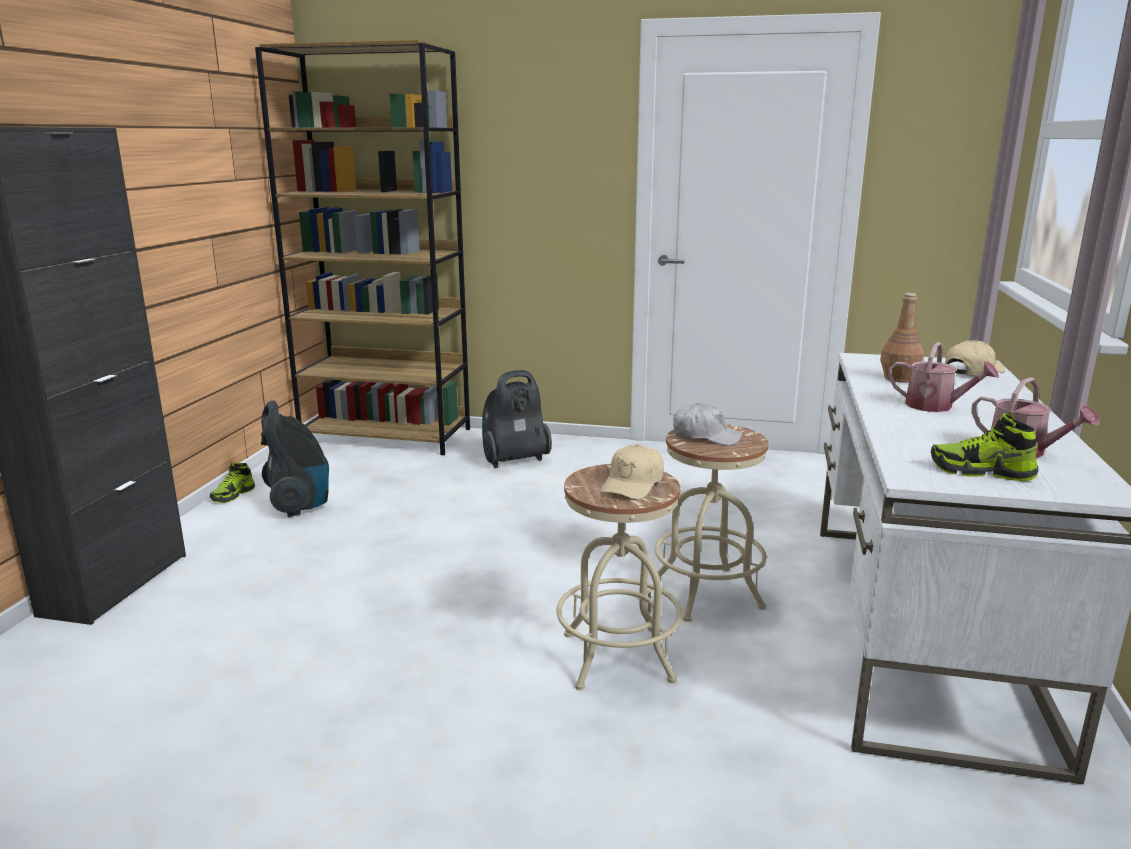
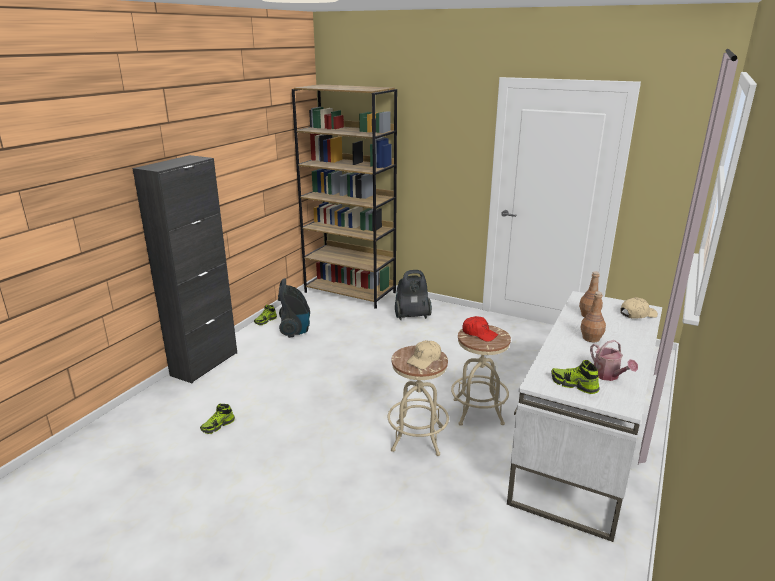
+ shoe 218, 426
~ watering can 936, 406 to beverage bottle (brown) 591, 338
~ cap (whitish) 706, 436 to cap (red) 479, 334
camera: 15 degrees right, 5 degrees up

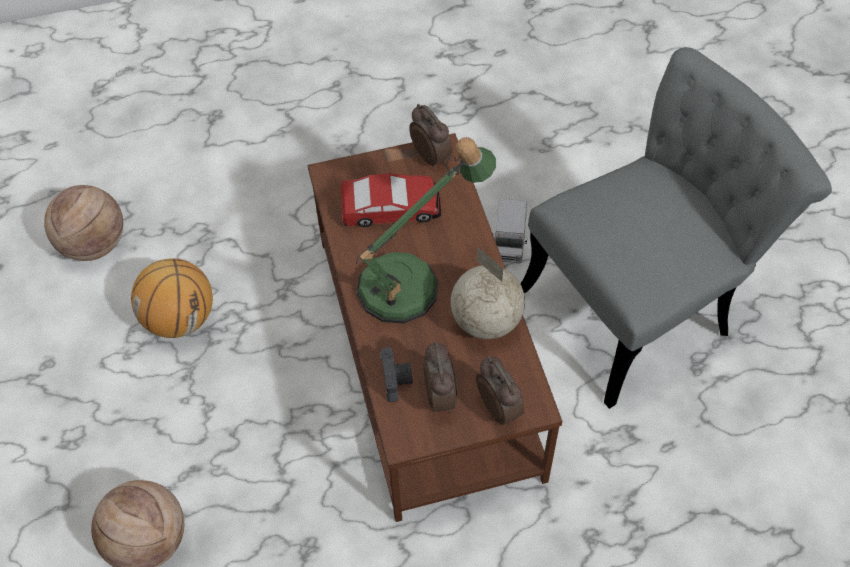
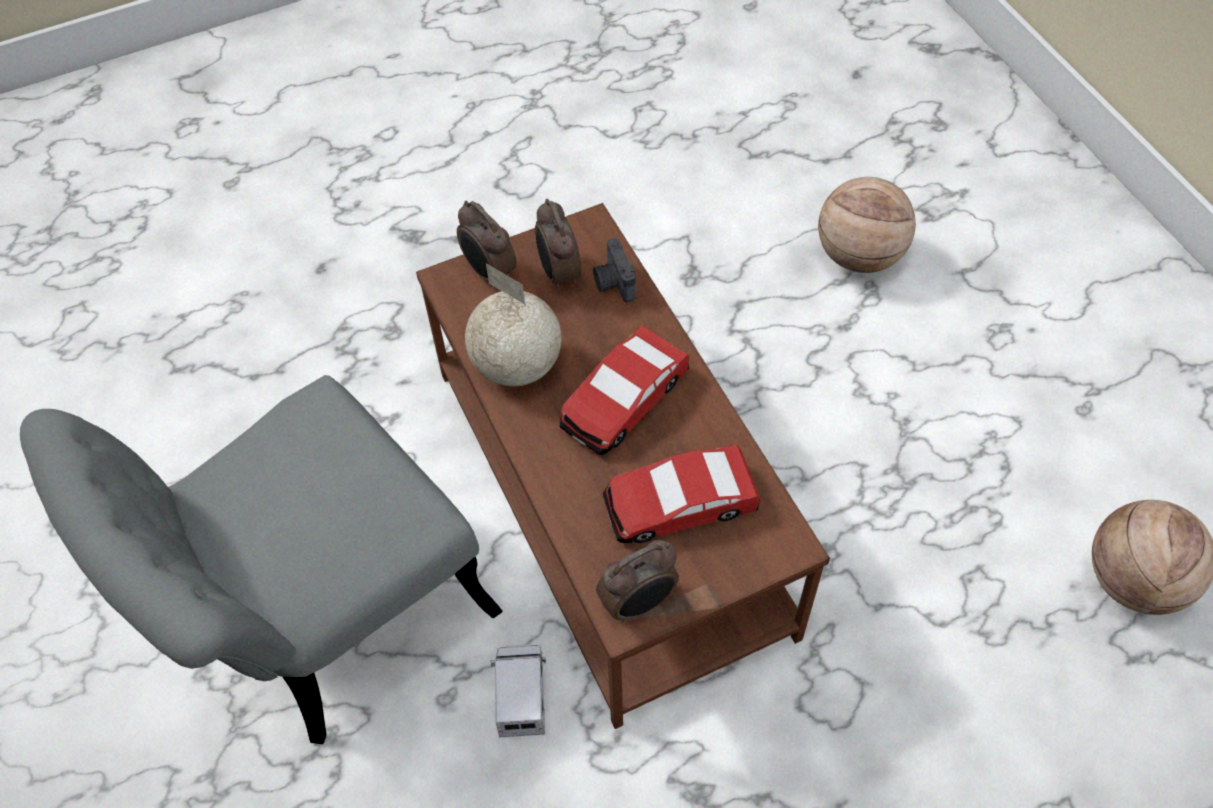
- ball for basketball 180, 318
~ table lamp 411, 282 to model car 624, 399
~ alarm clock 431, 156 = 639, 603 75 degrees counterclockwise
camera: 170 degrees right, 0 degrees up

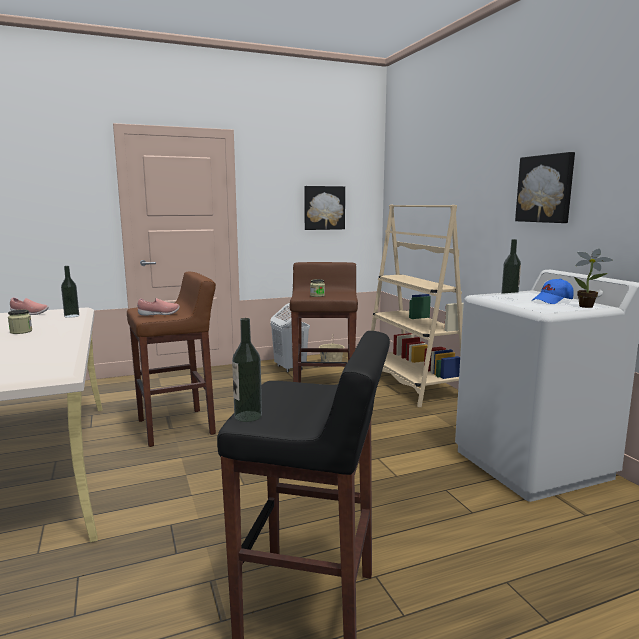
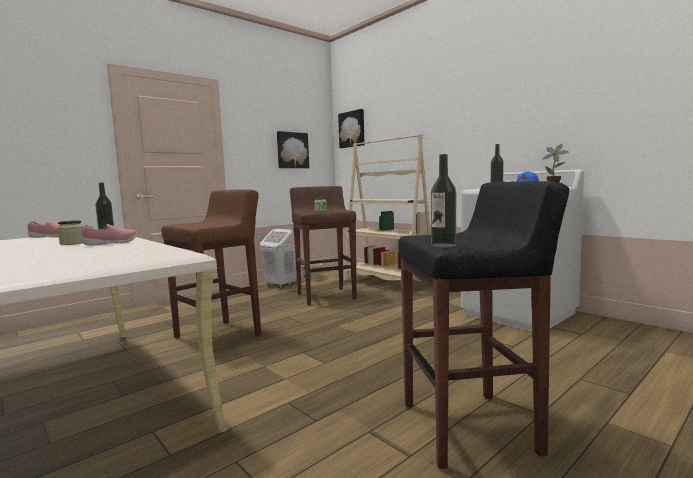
~ shoe (pink-coloured) 159, 314 to 111, 243
~ picture 545, 189 to 352, 129
camera: 20 degrees left, 5 degrees down

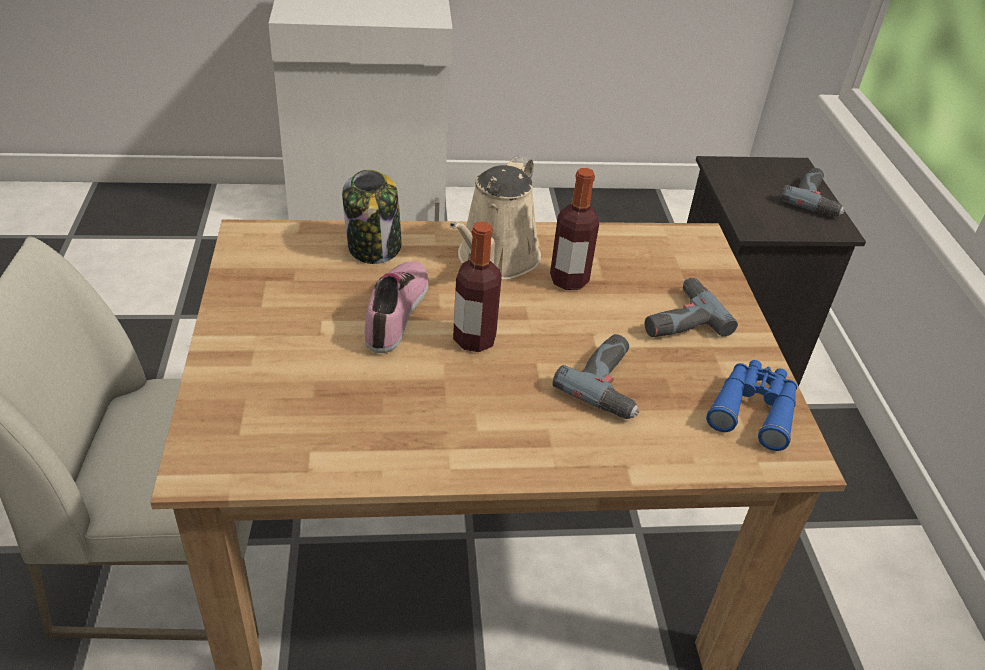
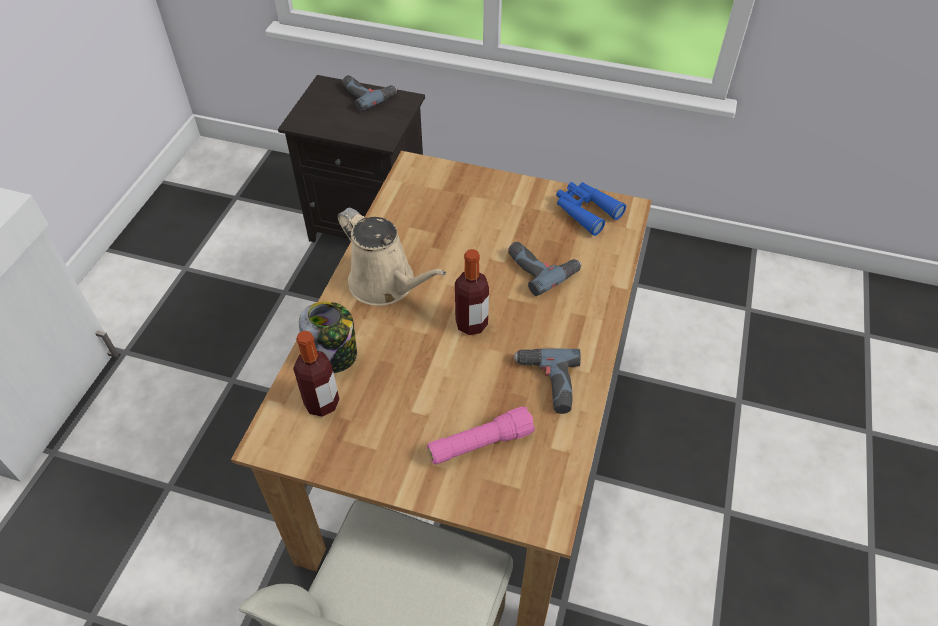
- shoe 397, 311
+ flashlight (pink-coloured) 480, 443
~ beverage bottle 569, 280 to 322, 403
~ electric drill 677, 318 to 546, 383
camera: 65 degrees left, 10 degrees up

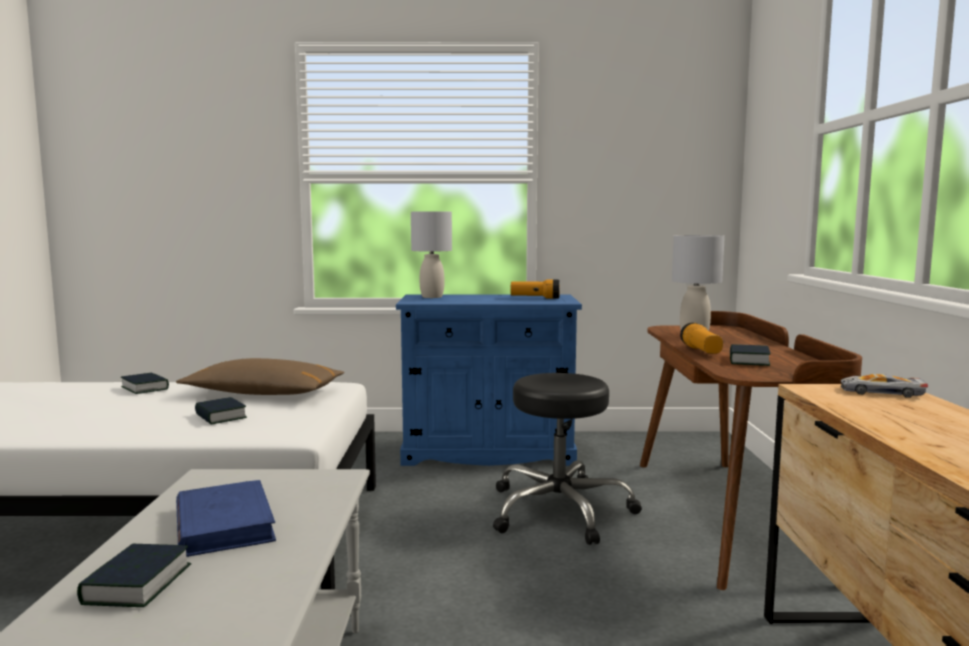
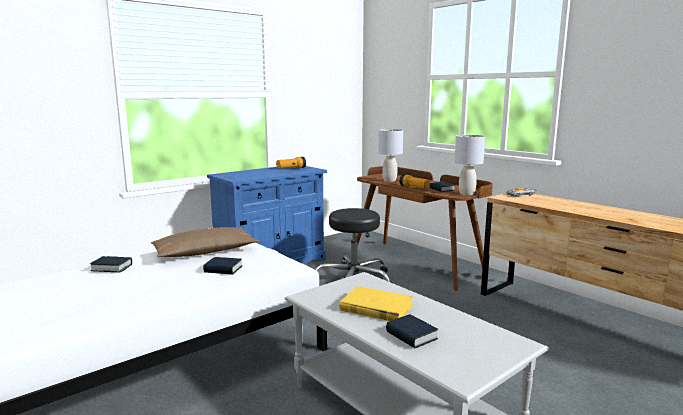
~ table lamp (grey) 431, 297 to 466, 194
~ book (bluish) 224, 524 to book (yellow-coloured) 376, 308
camera: 40 degrees left, 5 degrees up

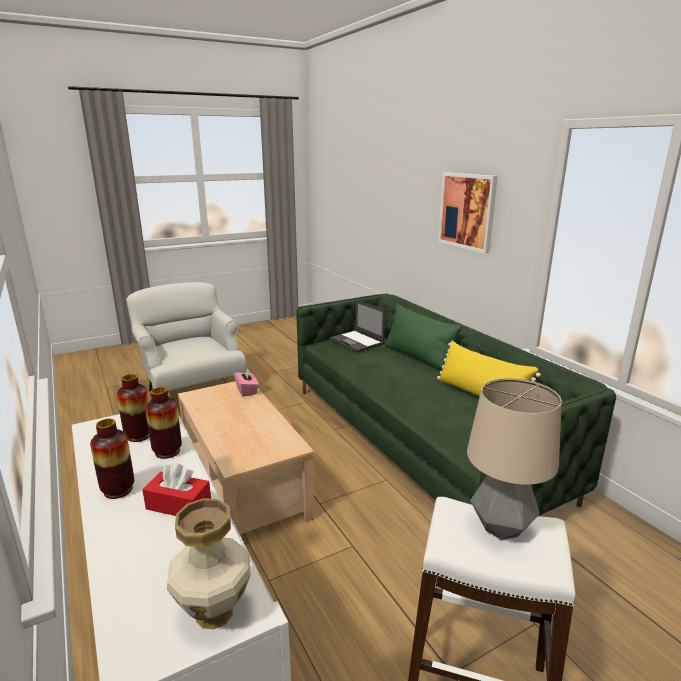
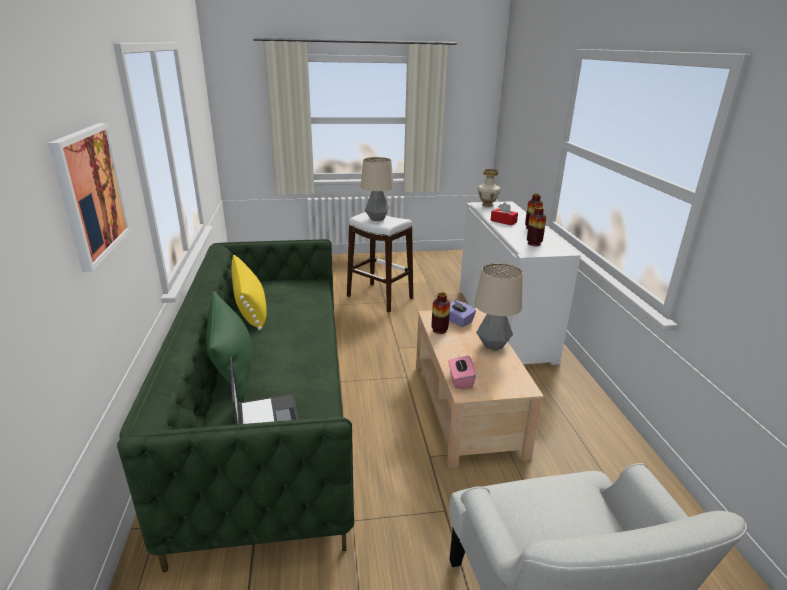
+ box of tissues (purple) 458, 321
+ table lamp 493, 345
~ decorative vase 167, 452 to 439, 330
camera: 160 degrees left, 5 degrees up

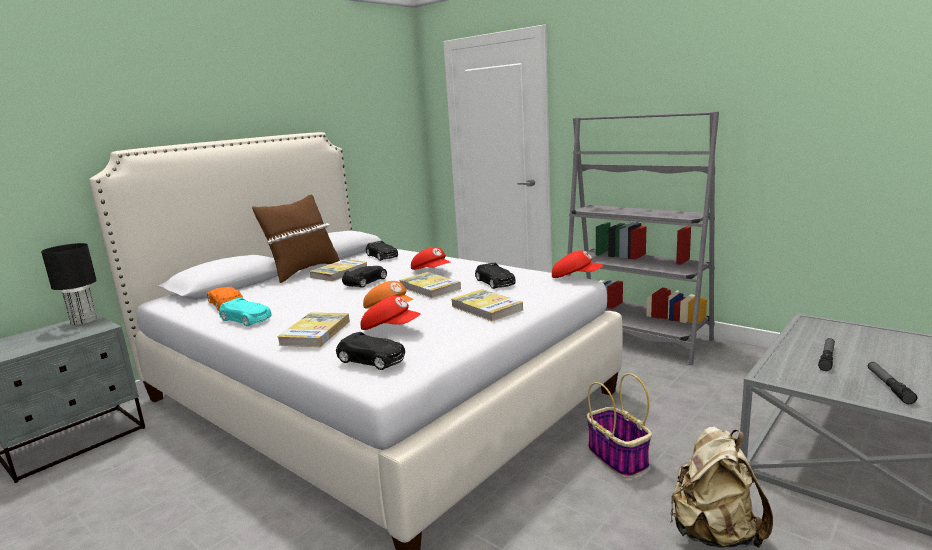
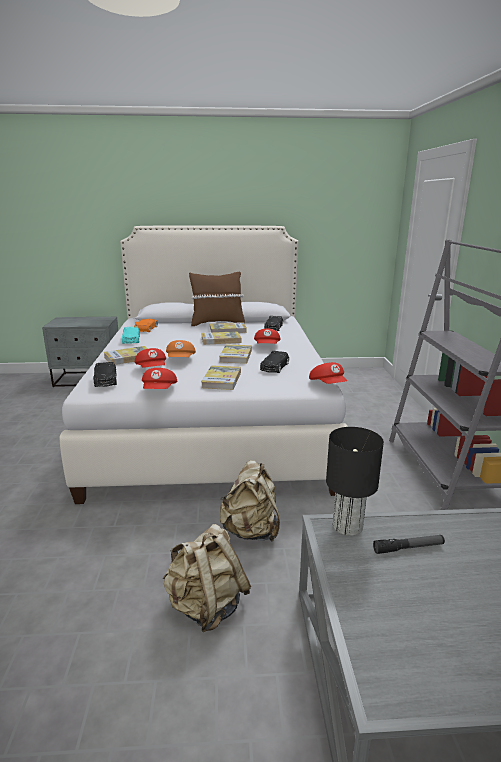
- flashlight 889, 386
+ cap (red) 160, 391
~ table lamp (black) 84, 321 to 347, 526
~ model car (black) 366, 281 to book 221, 340
~ household basket 618, 458 to knapsack (beige) 251, 531
camera: 45 degrees right, 5 degrees up

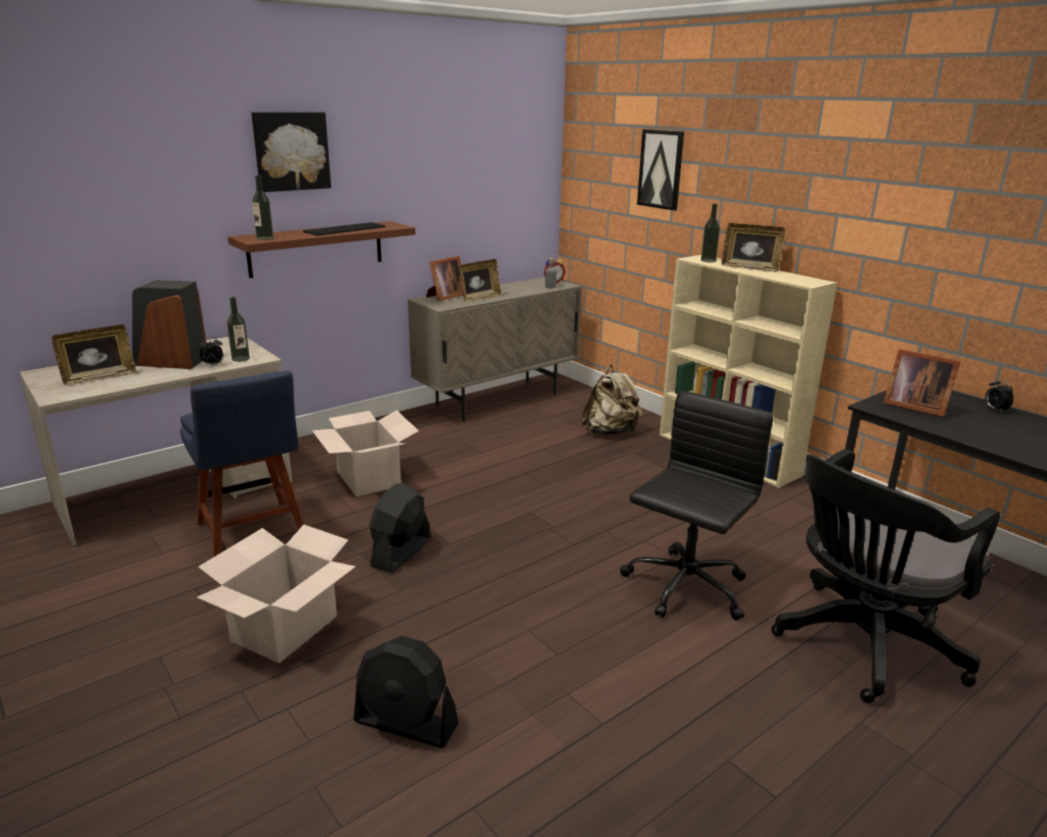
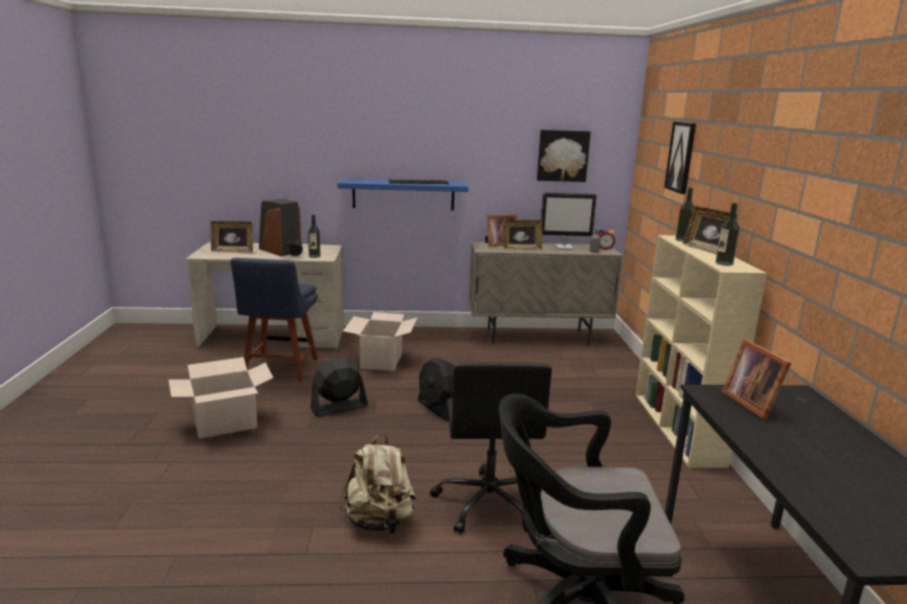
- alarm clock 995, 410
+ computer display 564, 247
~ picture 291, 151 to 562, 155
~ beverage bottle 265, 238 to 724, 263
~ cooling fan (black) 406, 723 to 439, 409
~ knapsack (beige) 610, 432 to 379, 522
~ wall shelf (brown) 316, 248 to wall shelf (bluish) 403, 194
~ computer chair (black) 684, 588 = 488, 502 105 degrees clockwise
camera: 35 degrees right, 5 degrees down

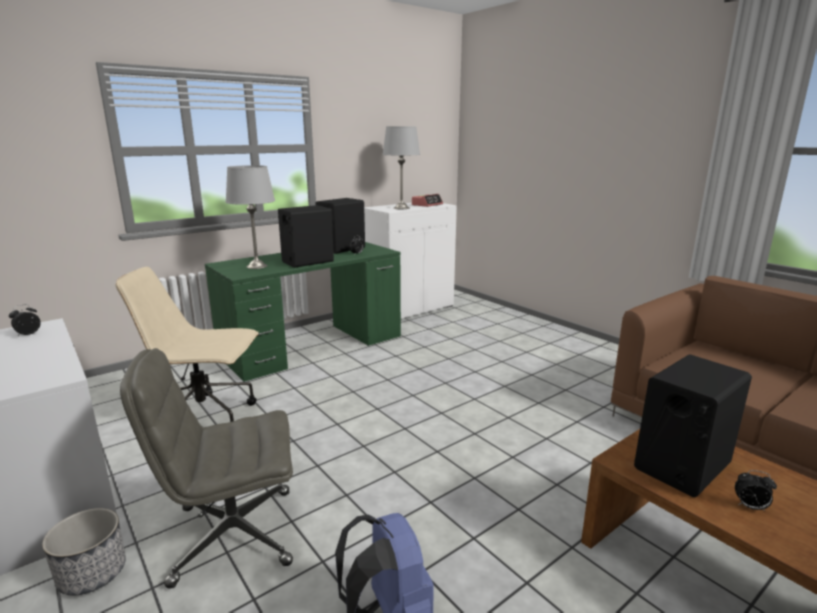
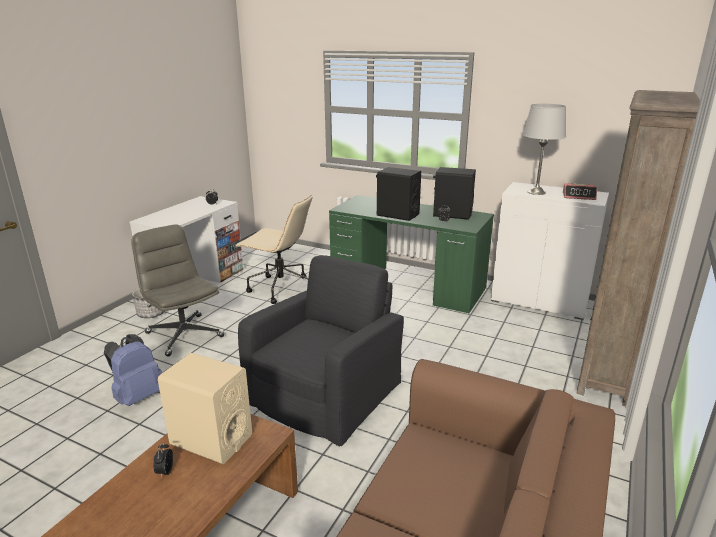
- table lamp (grey) 257, 266
+ lounge chair (black) 325, 390
+ shelving unit (brown) 607, 368
~ speaker (black) 682, 466 to speaker (beige) 211, 439
~ computer chair (beige) 205, 418 = 280, 288 135 degrees clockwise
camera: 65 degrees right, 5 degrees up

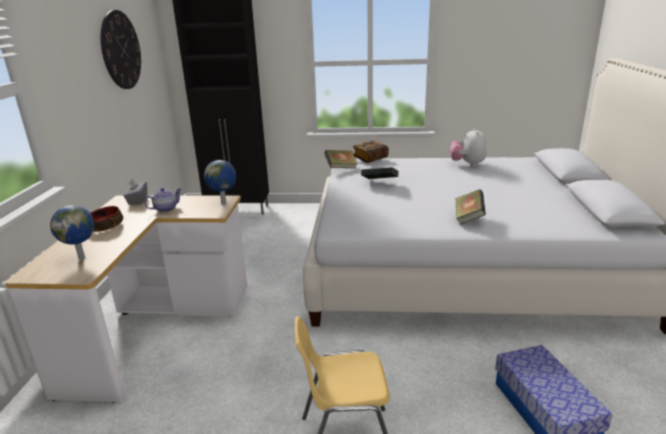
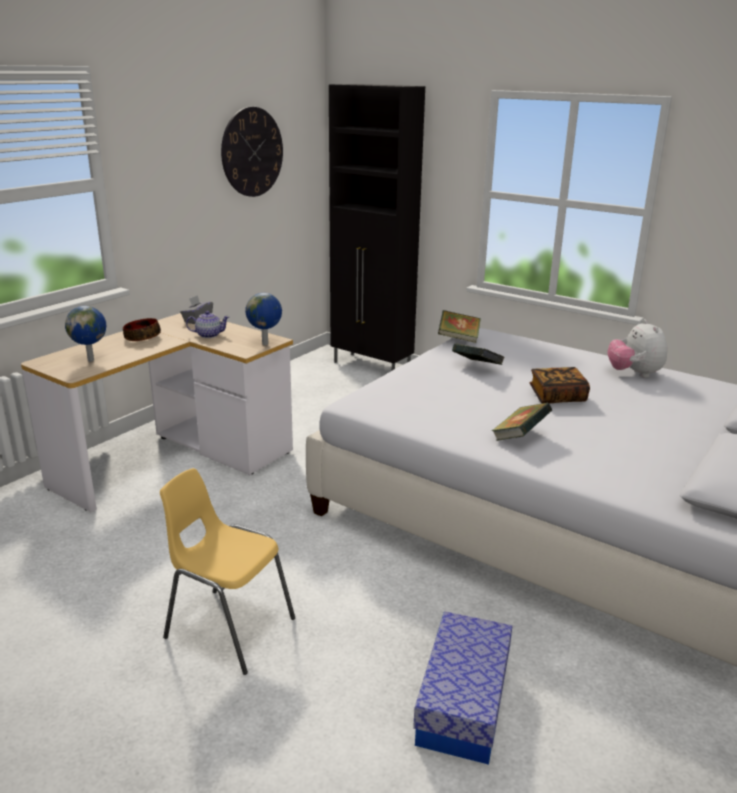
~ book 370, 158 to 557, 396
~ cuddly toy 467, 164 = 634, 374 45 degrees counterclockwise
camera: 30 degrees right, 0 degrees up

